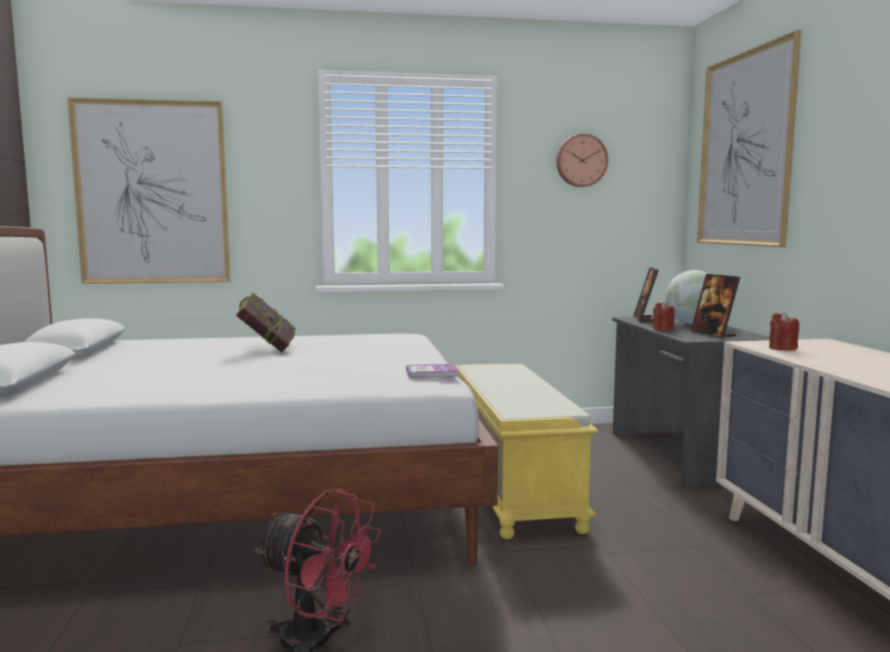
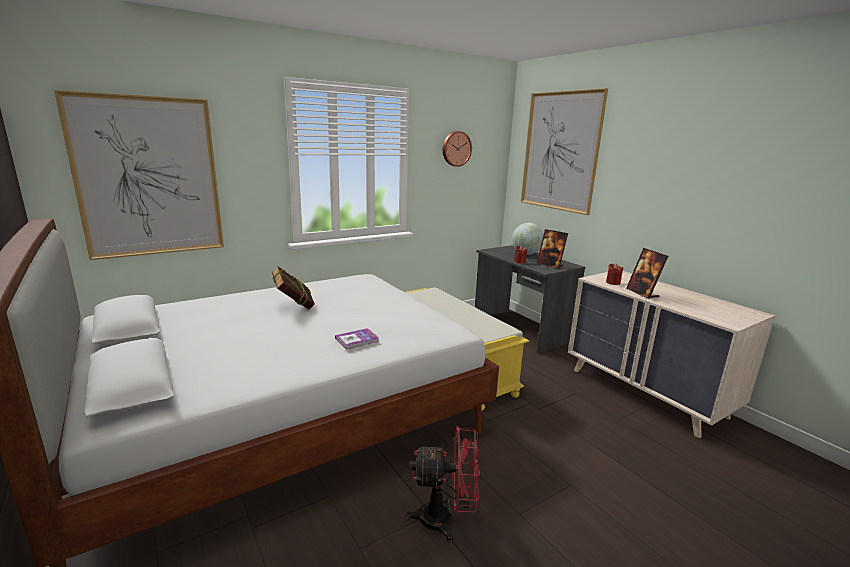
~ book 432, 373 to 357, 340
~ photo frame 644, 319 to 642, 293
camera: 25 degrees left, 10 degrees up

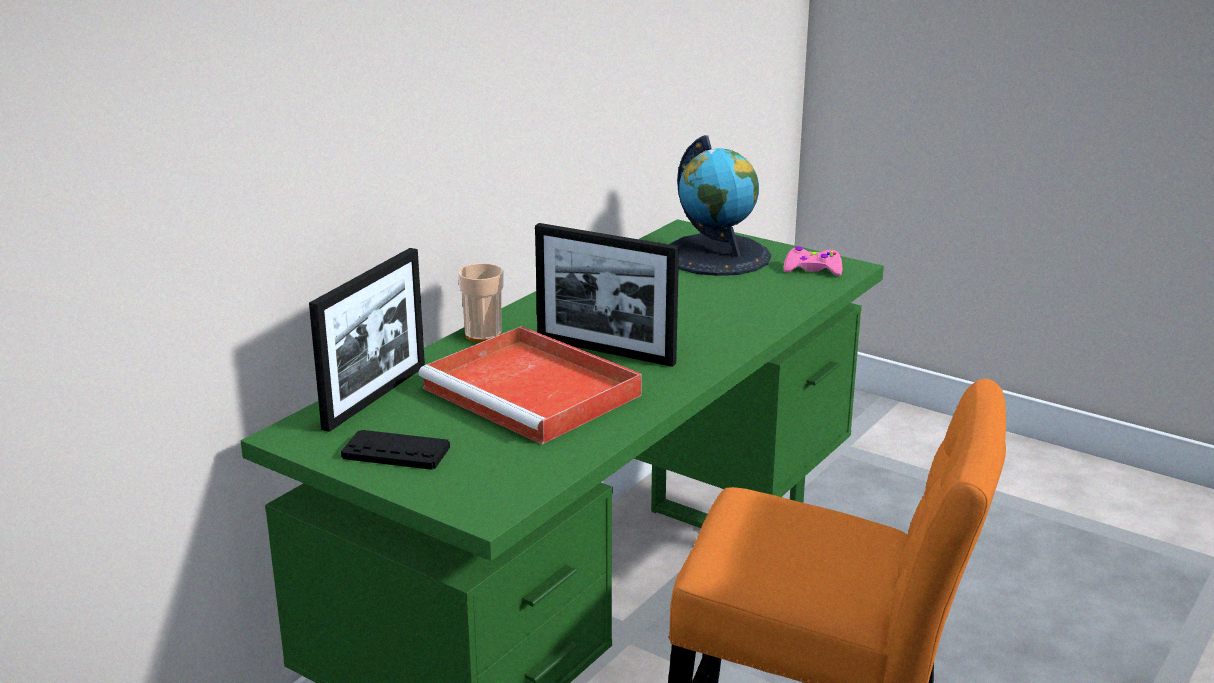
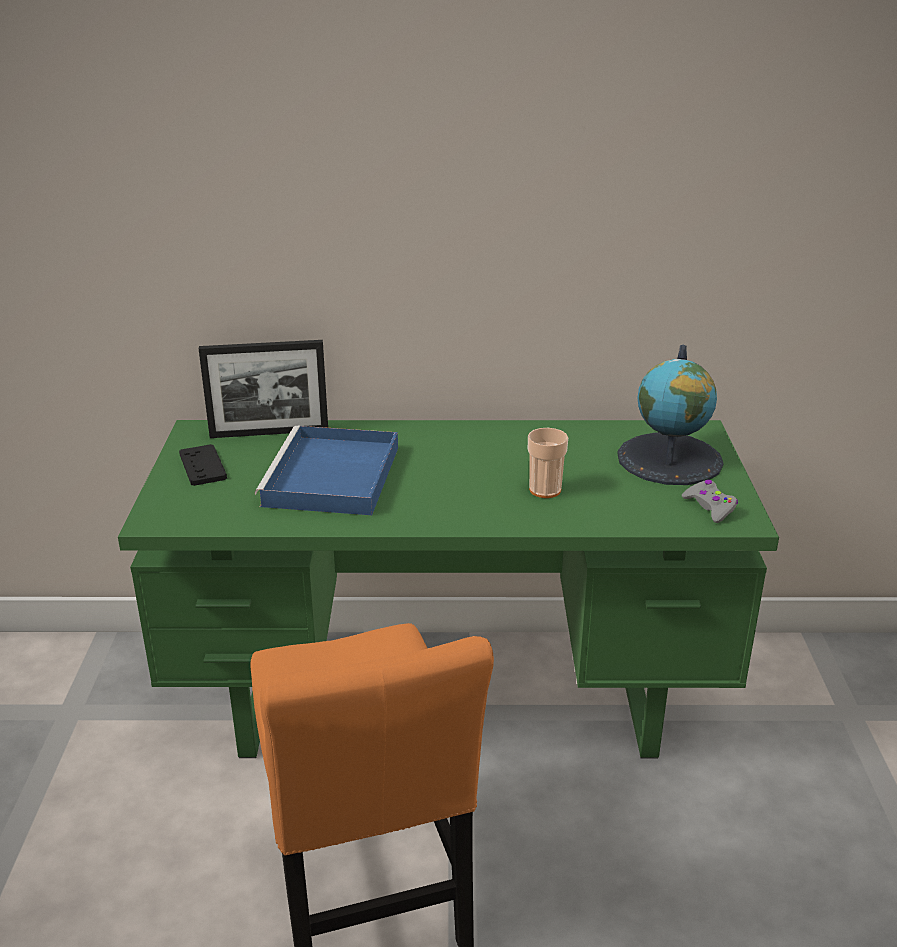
- photo frame 605, 350
~ drinking cup 483, 335 to 545, 490
~ carrying tray (red) 535, 392 to carrying tray (bluish) 332, 478
~ gamepad (pink-coloured) 812, 269 to gamepad (grey) 710, 507
camera: 55 degrees right, 5 degrees up

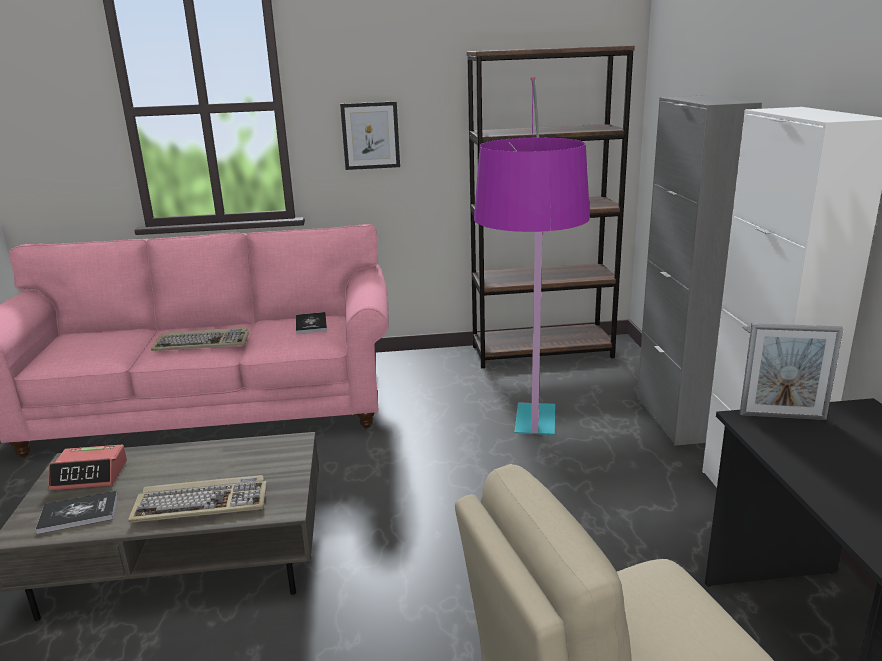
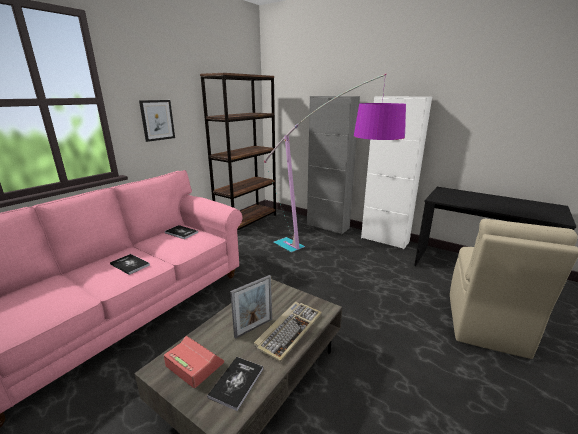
~ photo frame 782, 416 to 253, 328
~ computer keyboard 203, 343 to book 130, 265
~ alarm clock 90, 475 = 194, 364 90 degrees counterclockwise
camera: 50 degrees left, 0 degrees up

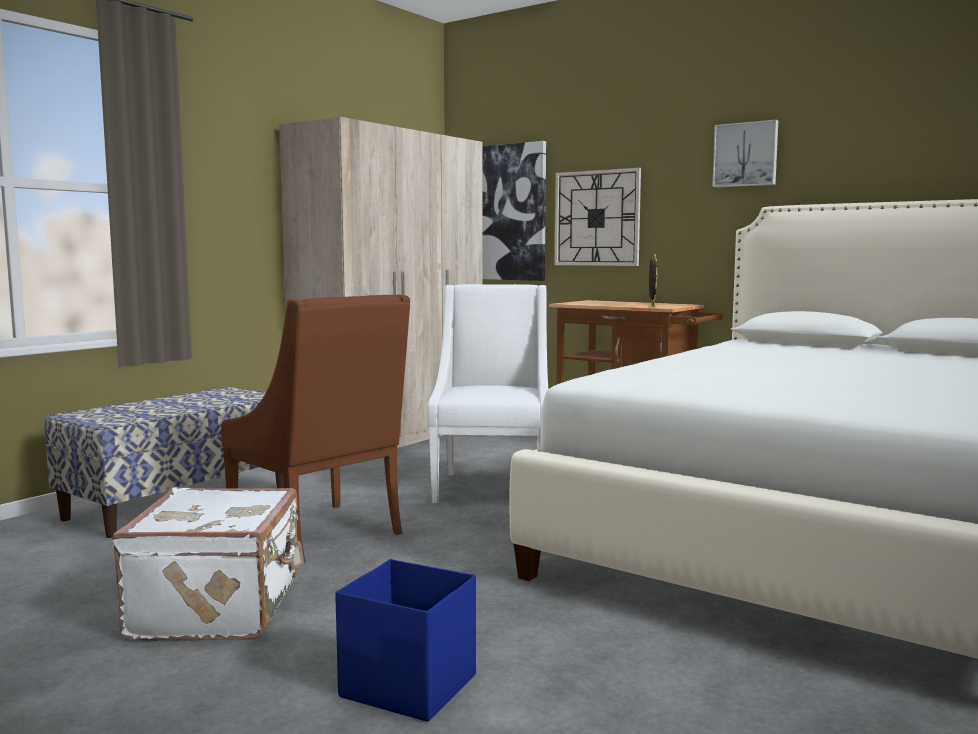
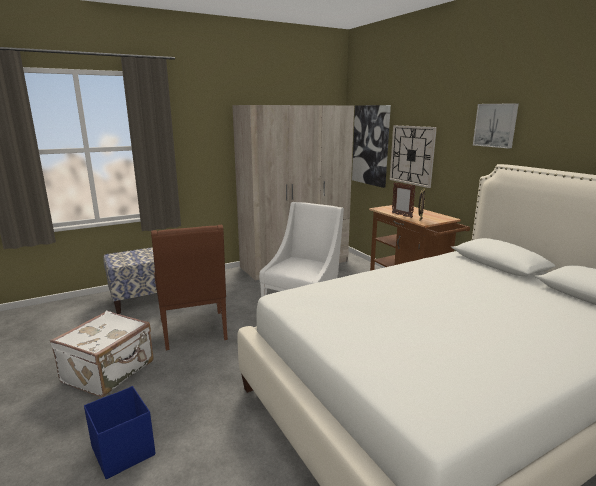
+ photo frame 401, 215
camera: 25 degrees right, 10 degrees up

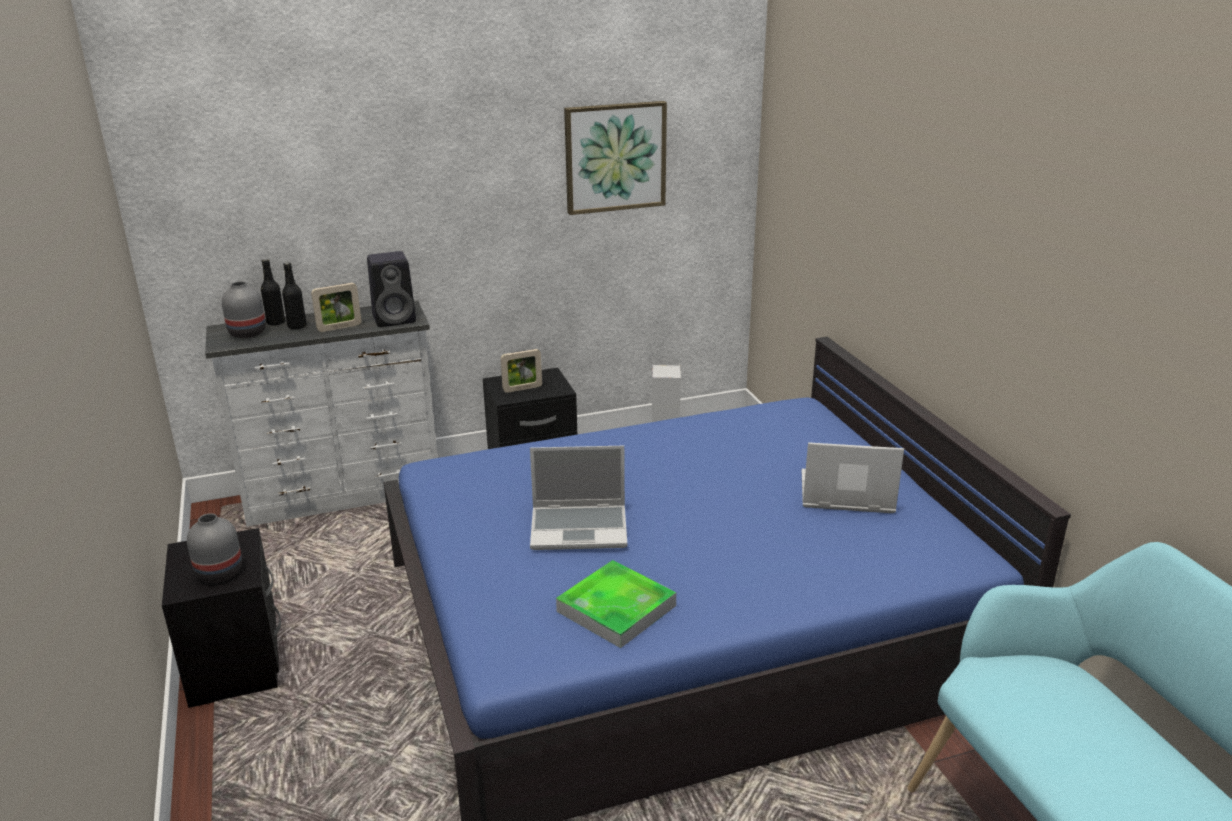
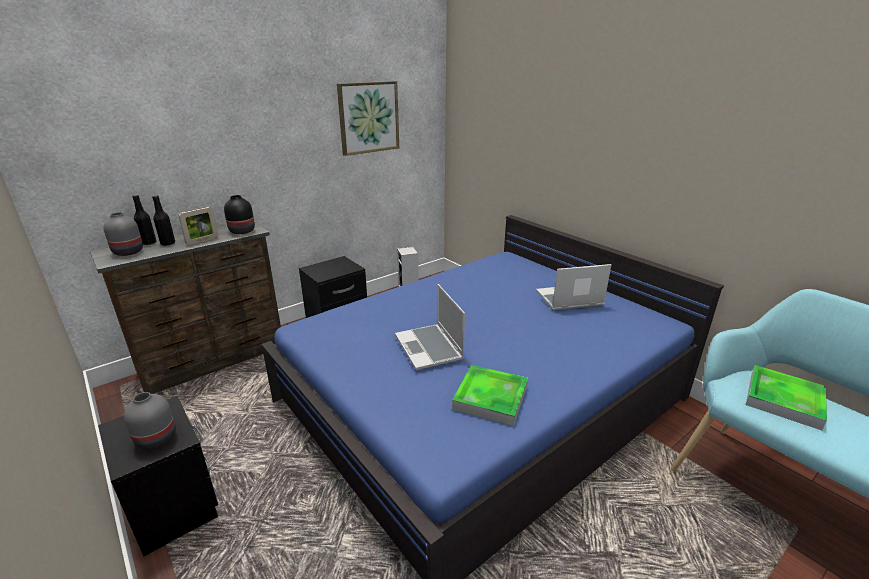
- photo frame 522, 389
+ carrying tray 783, 400
~ speaker (black) 396, 319 to decorative vase (black) 242, 231
~ dresser (whitish) 345, 496 to dresser (brown) 215, 361
~ notebook computer 580, 528 = 430, 348 90 degrees clockwise
camera: 20 degrees left, 0 degrees up

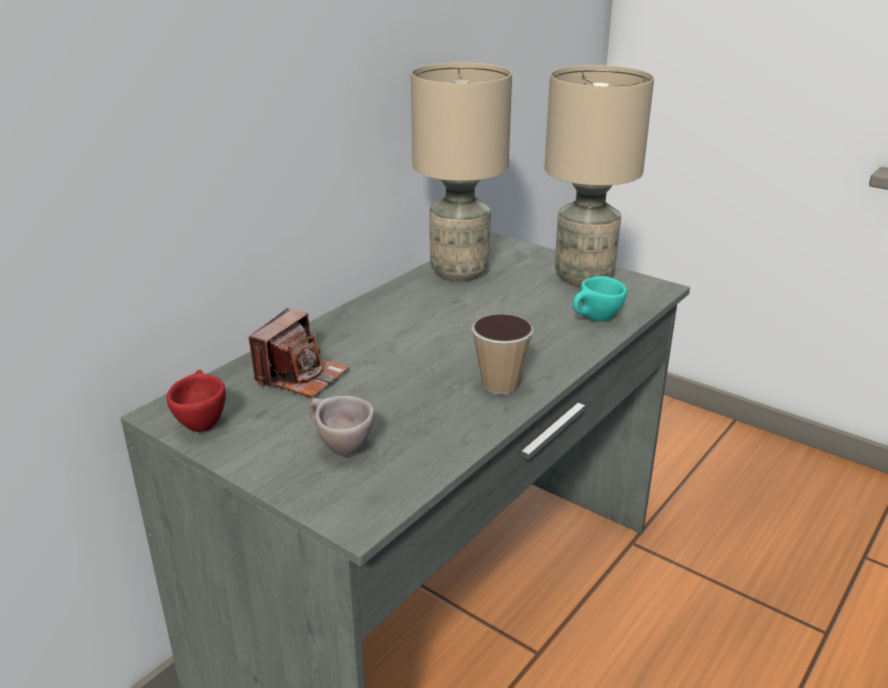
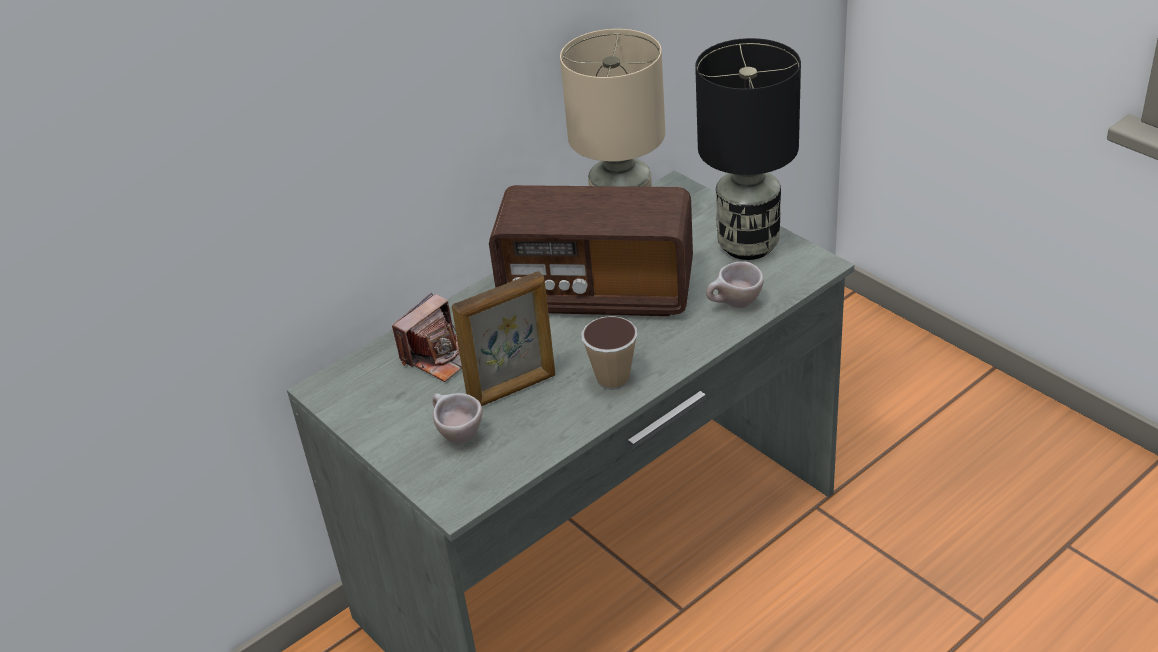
- drinking cup (red) 201, 422
+ photo frame 513, 390
+ radio receiver 597, 292
~ table lamp (beige) 584, 277 to table lamp (black) 749, 245
~ drinking cup (turquoise-coloured) 595, 320 to drinking cup (beige) 734, 305
camera: 15 degrees right, 10 degrees up

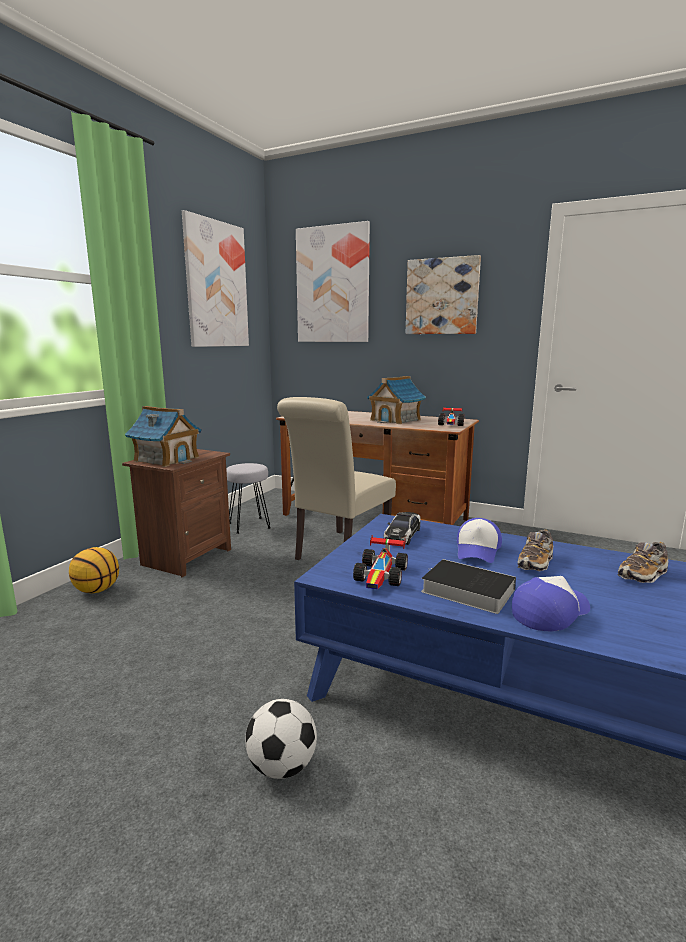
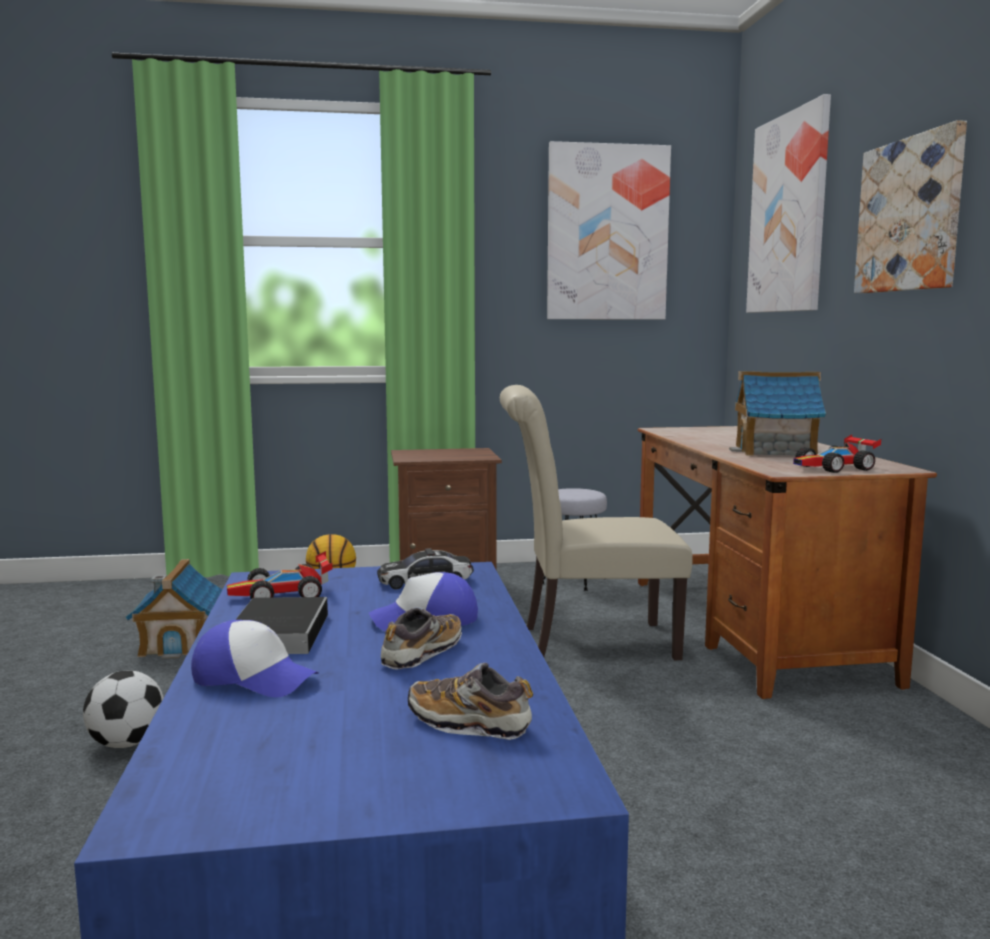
~ miniature house 166, 459 to 181, 643
~ shoe 535, 563 = 422, 653 120 degrees clockwise
camera: 55 degrees right, 5 degrees down

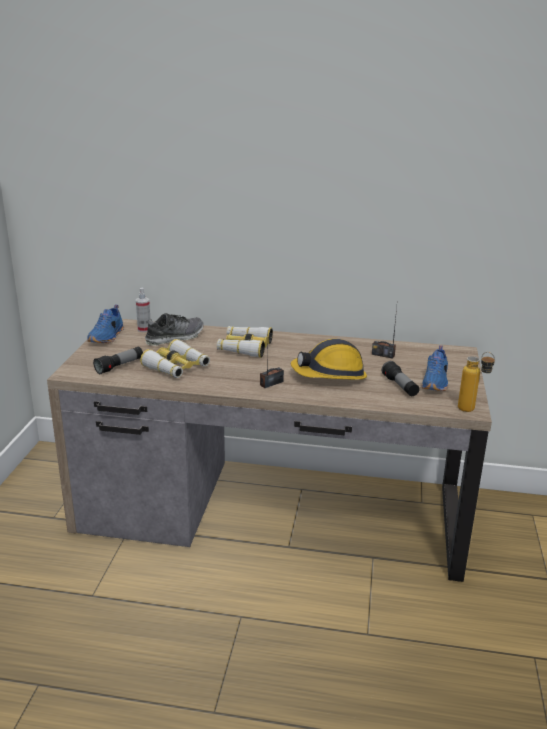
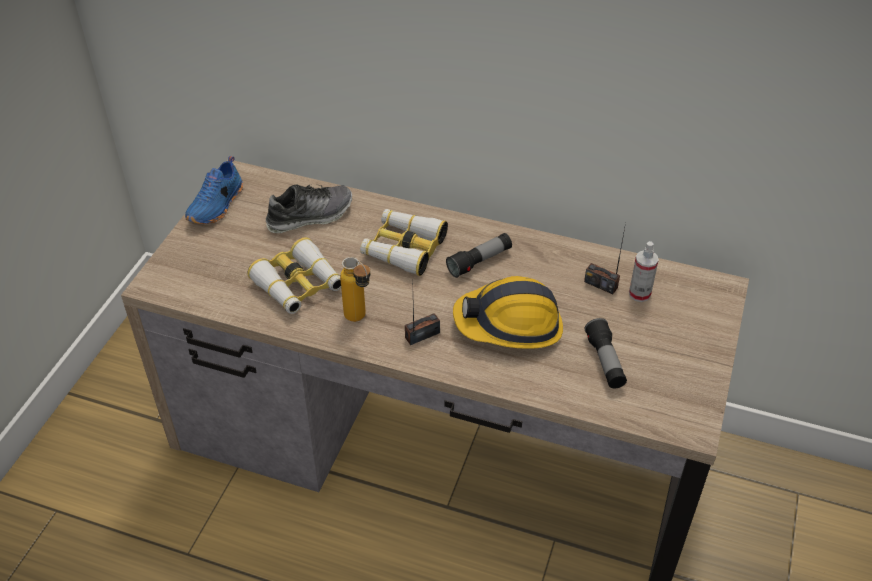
- shoe (bluish) 436, 382
~ flashlight 119, 366 to 479, 261
~ spray bottle 144, 329 to 639, 294
~ beverage bottle 472, 411 to 359, 320
camera: 10 degrees right, 20 degrees up

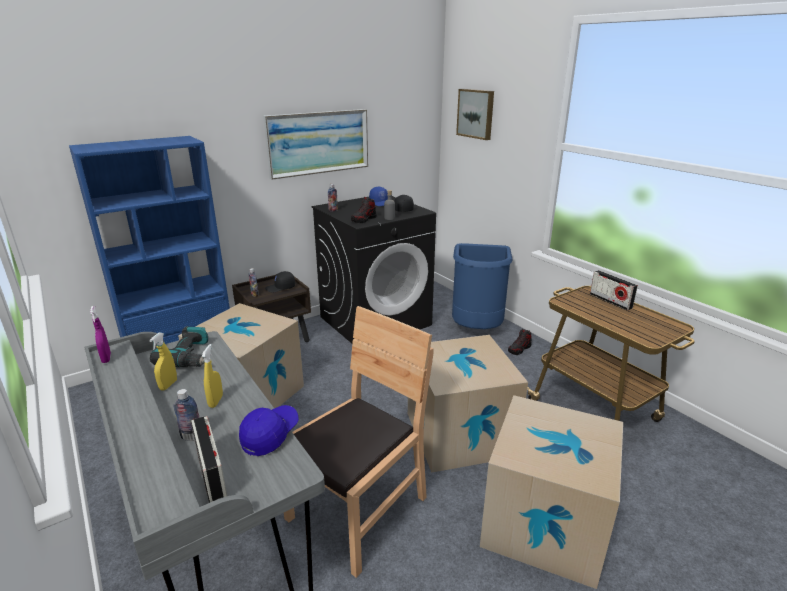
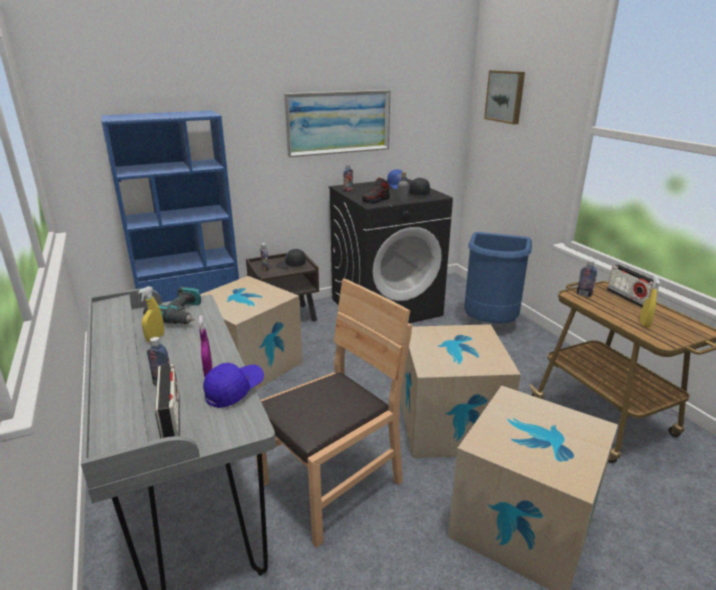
- shoe 519, 349
+ beverage bottle 584, 294
~ spray bottle (purple) 106, 358 to 208, 372
~ spray bottle (yellow-coloured) 216, 401 to 644, 324
camera: 10 degrees right, 0 degrees up

